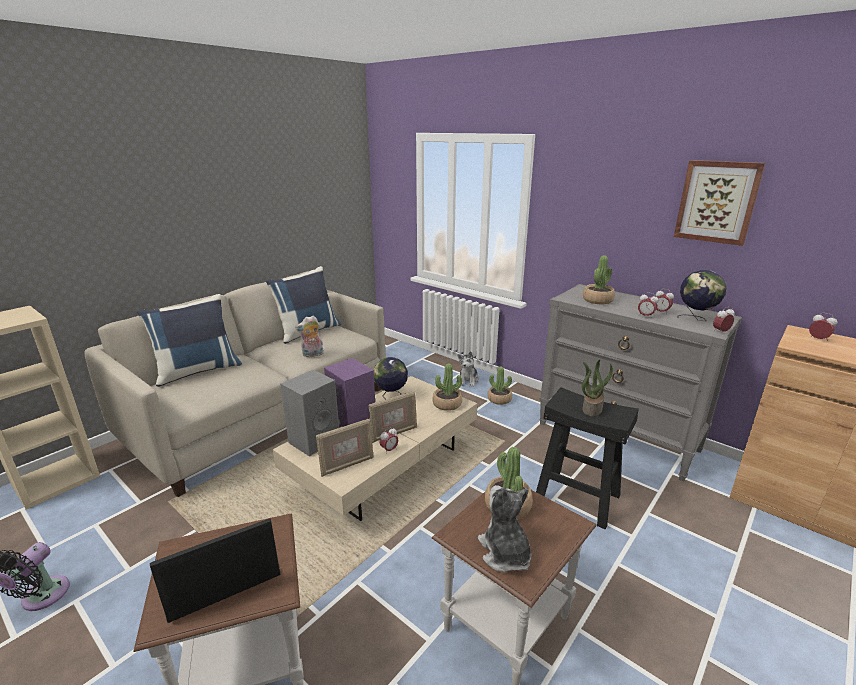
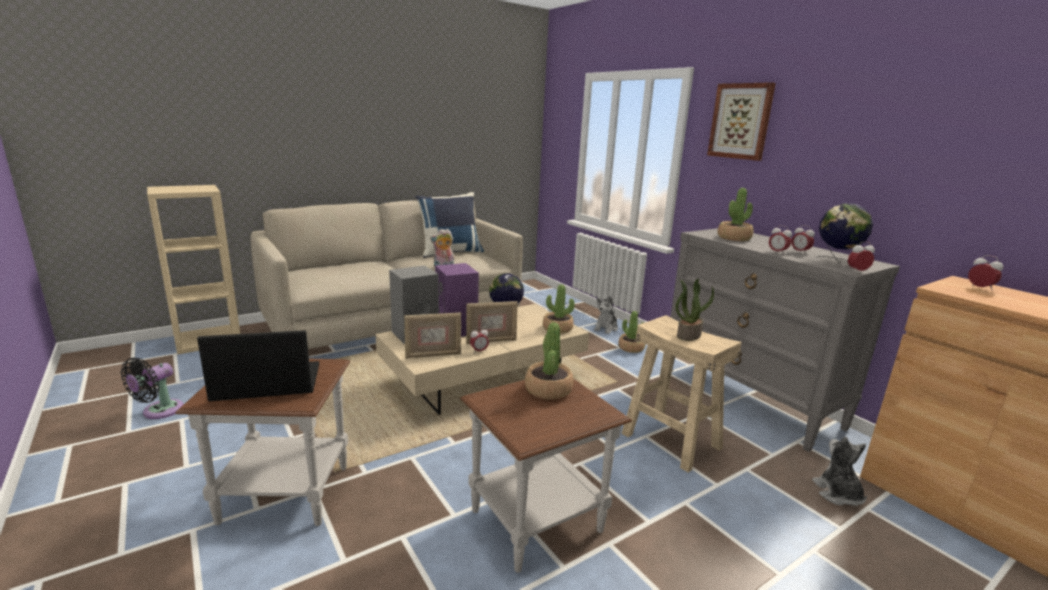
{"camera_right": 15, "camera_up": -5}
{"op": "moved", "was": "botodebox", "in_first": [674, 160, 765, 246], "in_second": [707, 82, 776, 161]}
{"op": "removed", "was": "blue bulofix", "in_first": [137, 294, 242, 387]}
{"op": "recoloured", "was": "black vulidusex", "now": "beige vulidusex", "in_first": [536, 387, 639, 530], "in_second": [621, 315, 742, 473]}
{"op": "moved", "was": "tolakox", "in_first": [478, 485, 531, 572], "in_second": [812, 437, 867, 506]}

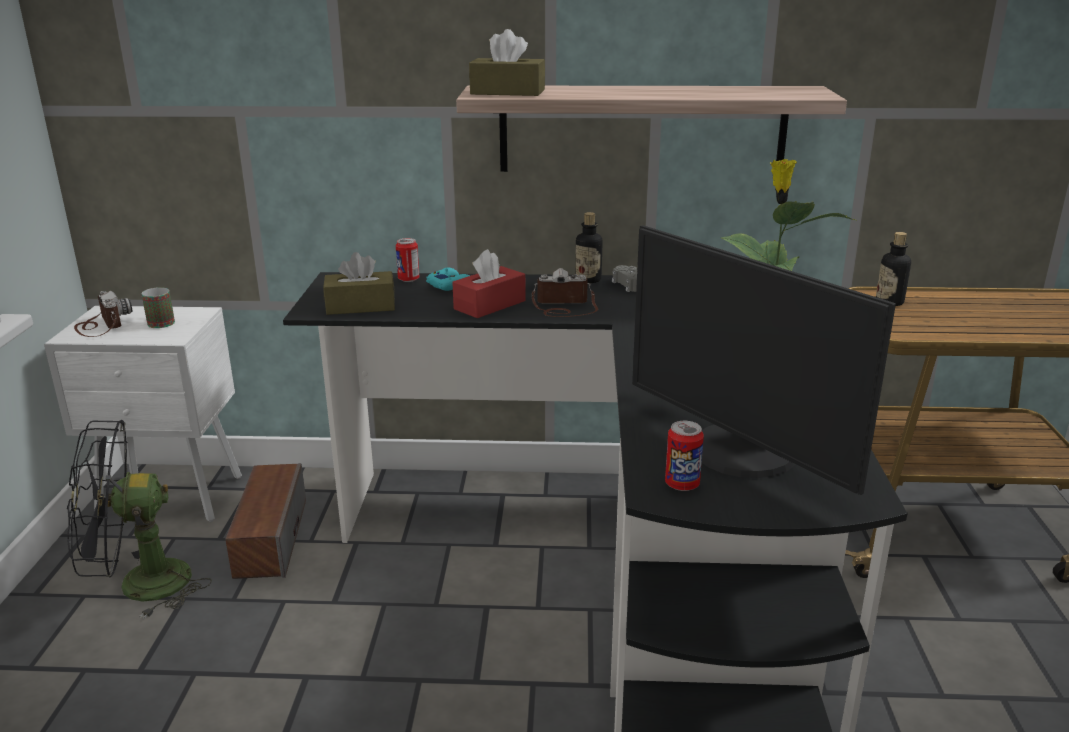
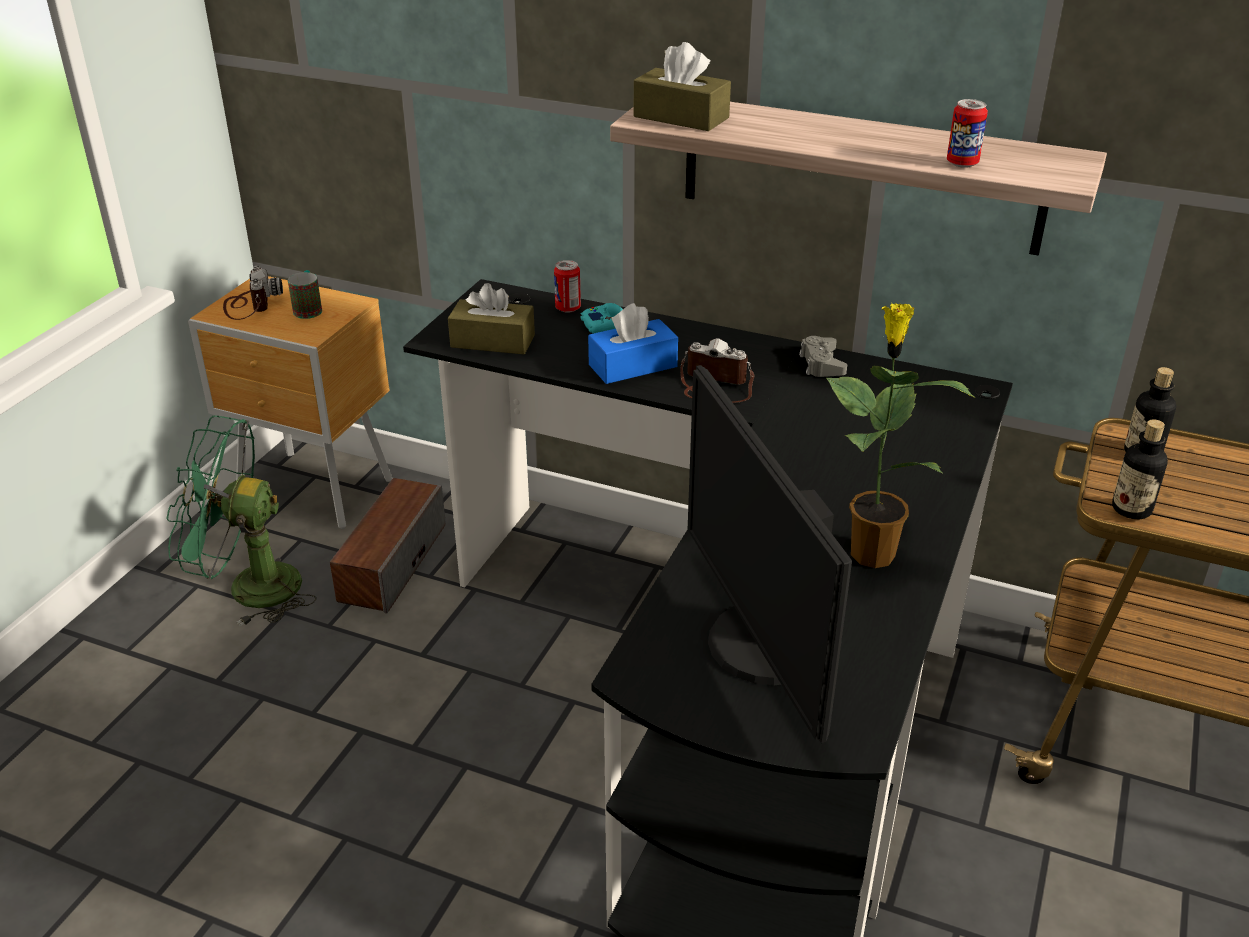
{"camera_right": 20, "camera_up": 10}
{"op": "moved", "was": "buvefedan", "in_first": [575, 212, 602, 283], "in_second": [1112, 419, 1168, 519]}
{"op": "recoloured", "was": "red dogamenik", "now": "blue dogamenik", "in_first": [452, 249, 526, 318], "in_second": [588, 303, 678, 384]}
{"op": "recoloured", "was": "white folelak", "now": "brown folelak", "in_first": [44, 306, 242, 522], "in_second": [188, 276, 392, 529]}
{"op": "recoloured", "was": "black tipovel", "now": "green tipovel", "in_first": [67, 420, 212, 619], "in_second": [166, 415, 317, 626]}
{"op": "moved", "was": "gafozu", "in_first": [665, 421, 704, 491], "in_second": [947, 99, 988, 168]}

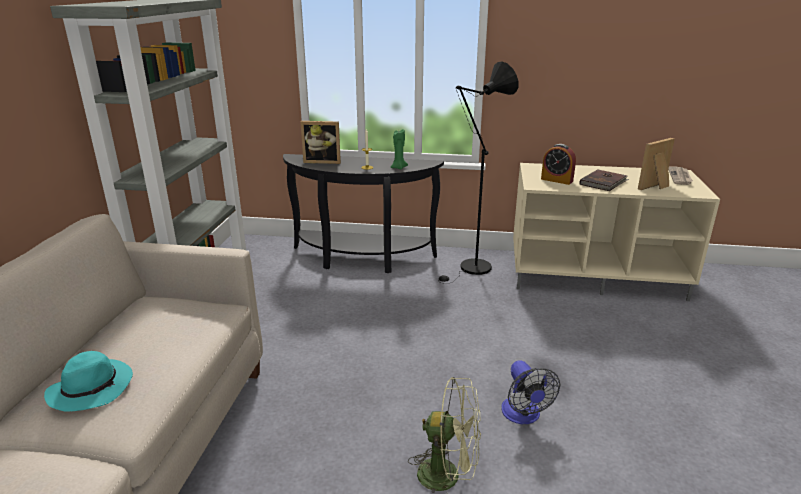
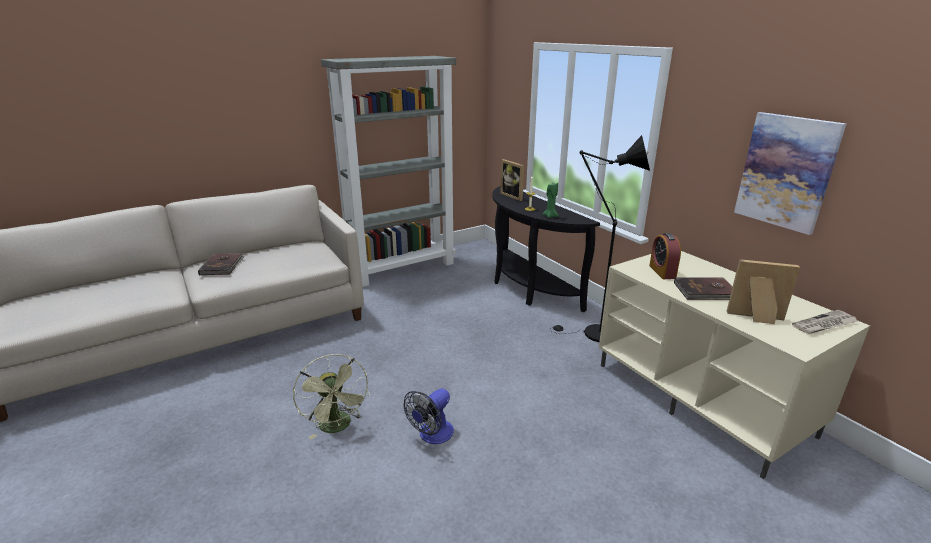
{"camera_right": 50, "camera_up": 0}
{"op": "replaced", "was": "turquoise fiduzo", "now": "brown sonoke", "in_first": [44, 351, 133, 412], "in_second": [198, 253, 245, 276]}
{"op": "added", "now": "botodebox", "in_second": [734, 112, 846, 235]}

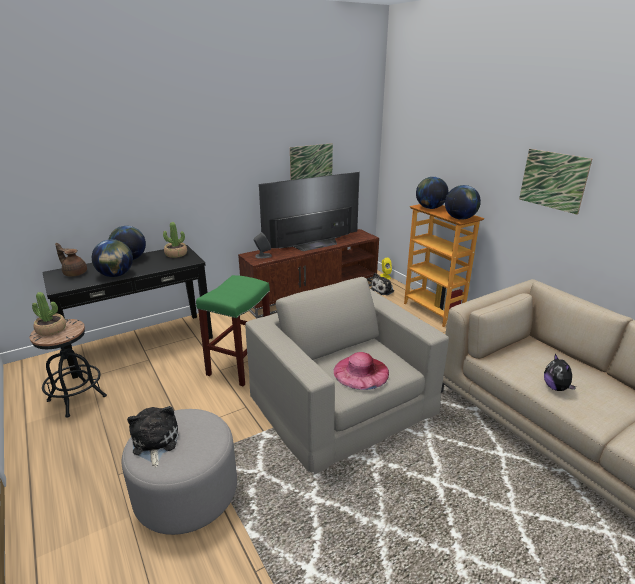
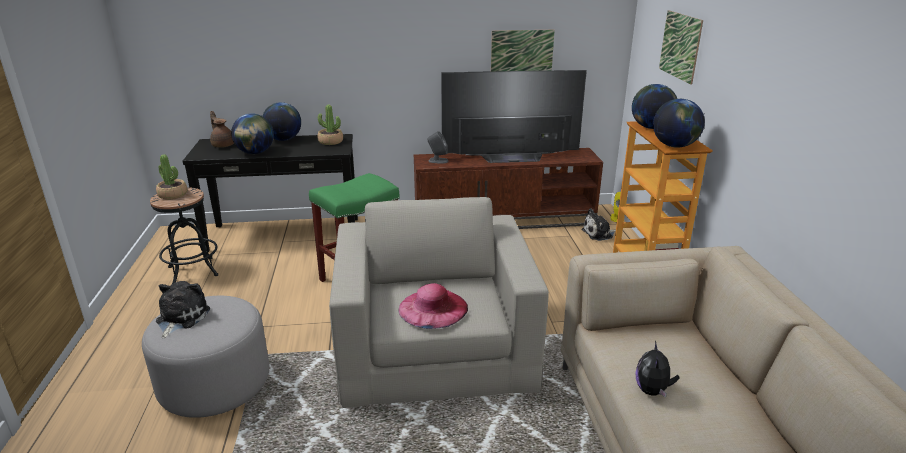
{"camera_right": 25, "camera_up": 0}
{"op": "moved", "was": "botodebox", "in_first": [519, 149, 592, 215], "in_second": [659, 10, 703, 84]}

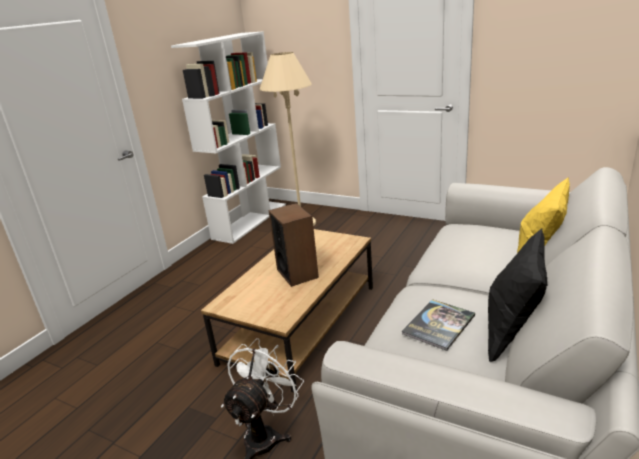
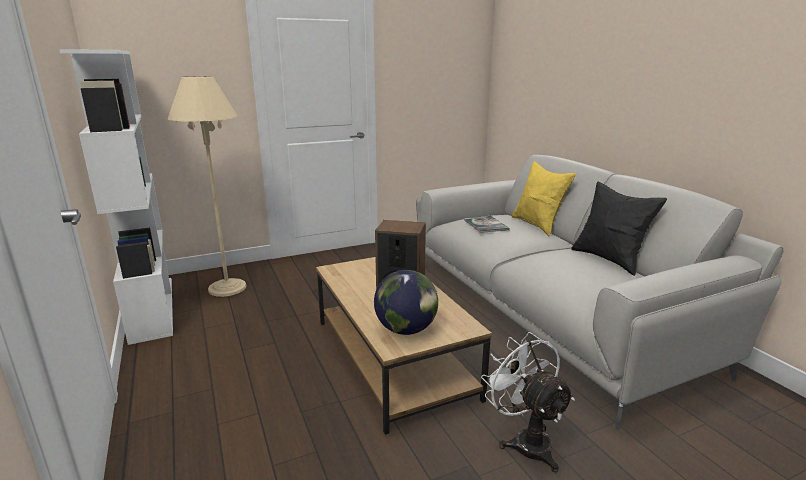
{"camera_right": -55, "camera_up": -5}
{"op": "moved", "was": "sonoke", "in_first": [402, 299, 475, 351], "in_second": [464, 216, 510, 233]}
{"op": "added", "now": "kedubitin", "in_second": [374, 270, 438, 335]}

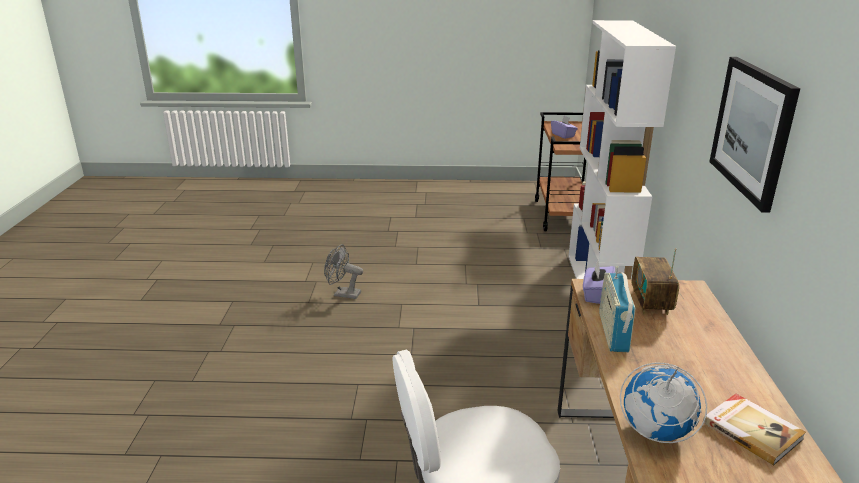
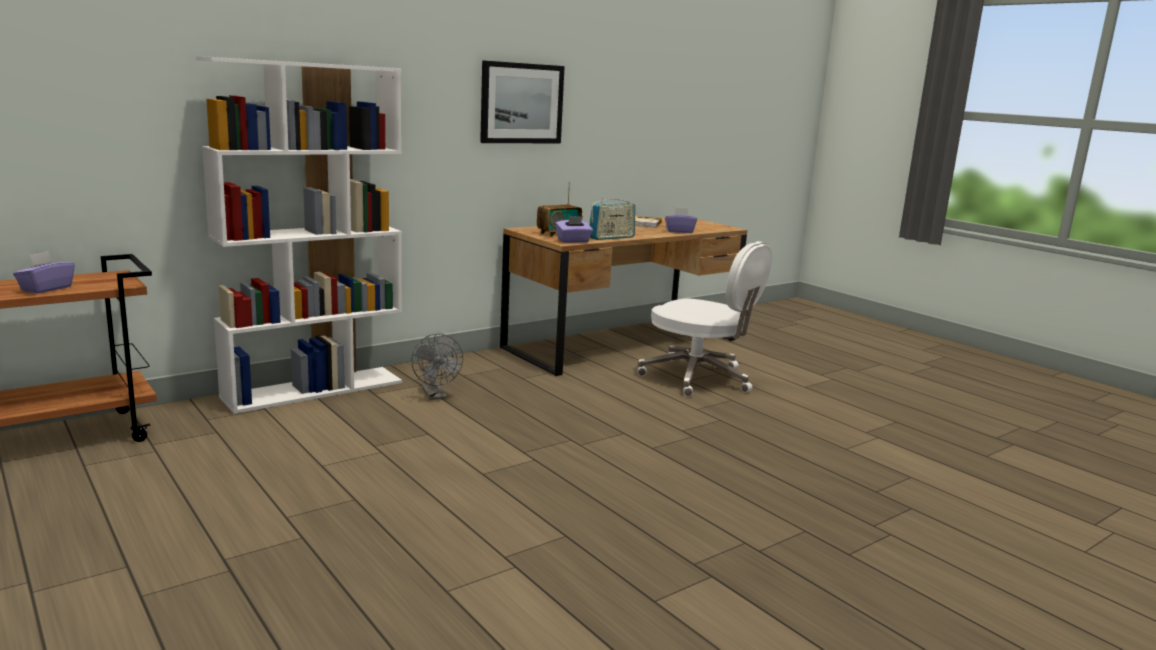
{"camera_right": -130, "camera_up": -10}
{"op": "moved", "was": "grey tipovel", "in_first": [324, 244, 363, 299], "in_second": [411, 333, 463, 400]}
{"op": "replaced", "was": "kedubitin", "now": "purple dogamenik", "in_first": [620, 363, 707, 443], "in_second": [665, 207, 697, 233]}

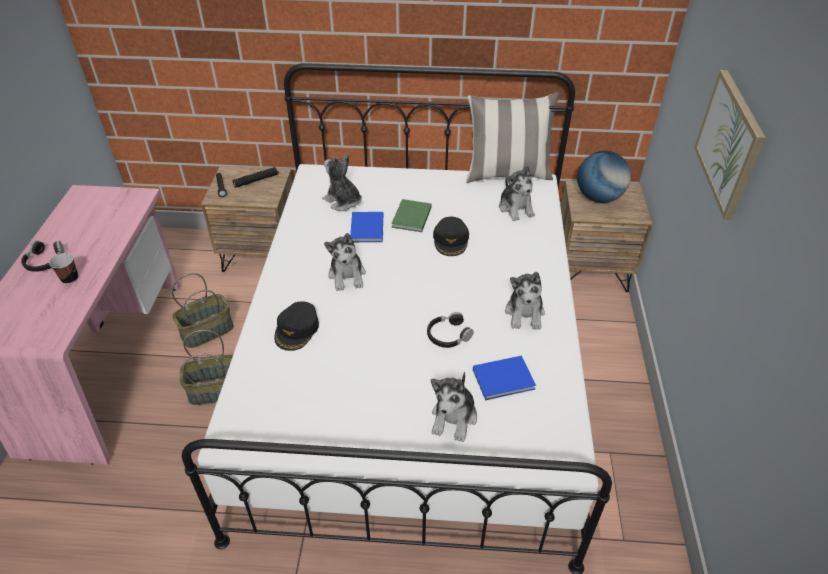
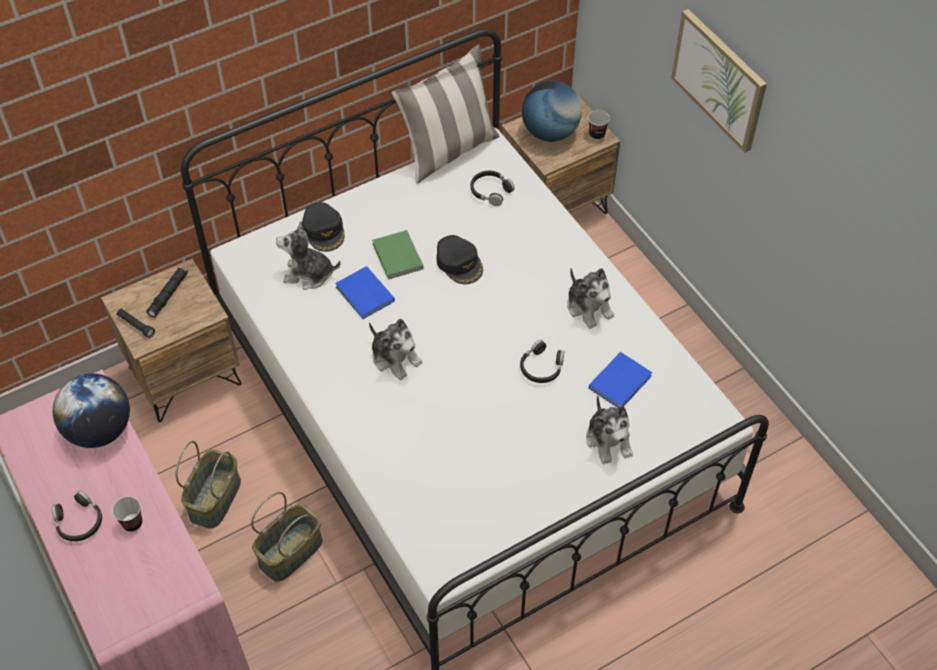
{"camera_right": -35, "camera_up": 10}
{"op": "replaced", "was": "tolakox", "now": "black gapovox", "in_first": [499, 166, 535, 221], "in_second": [470, 171, 515, 206]}
{"op": "moved", "was": "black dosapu", "in_first": [274, 301, 319, 351], "in_second": [302, 202, 344, 252]}
{"op": "added", "now": "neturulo", "in_second": [588, 110, 610, 140]}
{"op": "added", "now": "kedubitin", "in_second": [53, 373, 130, 448]}

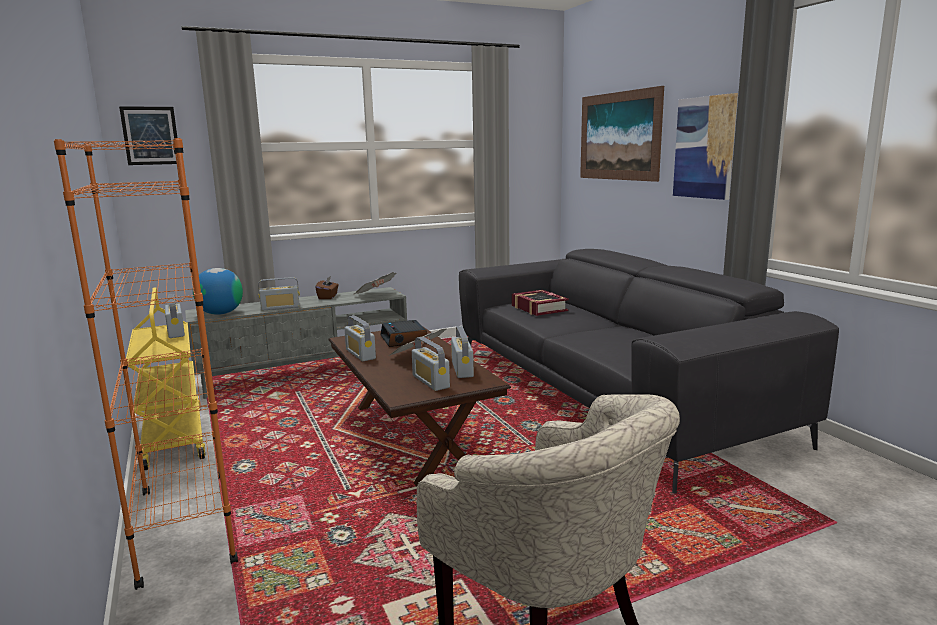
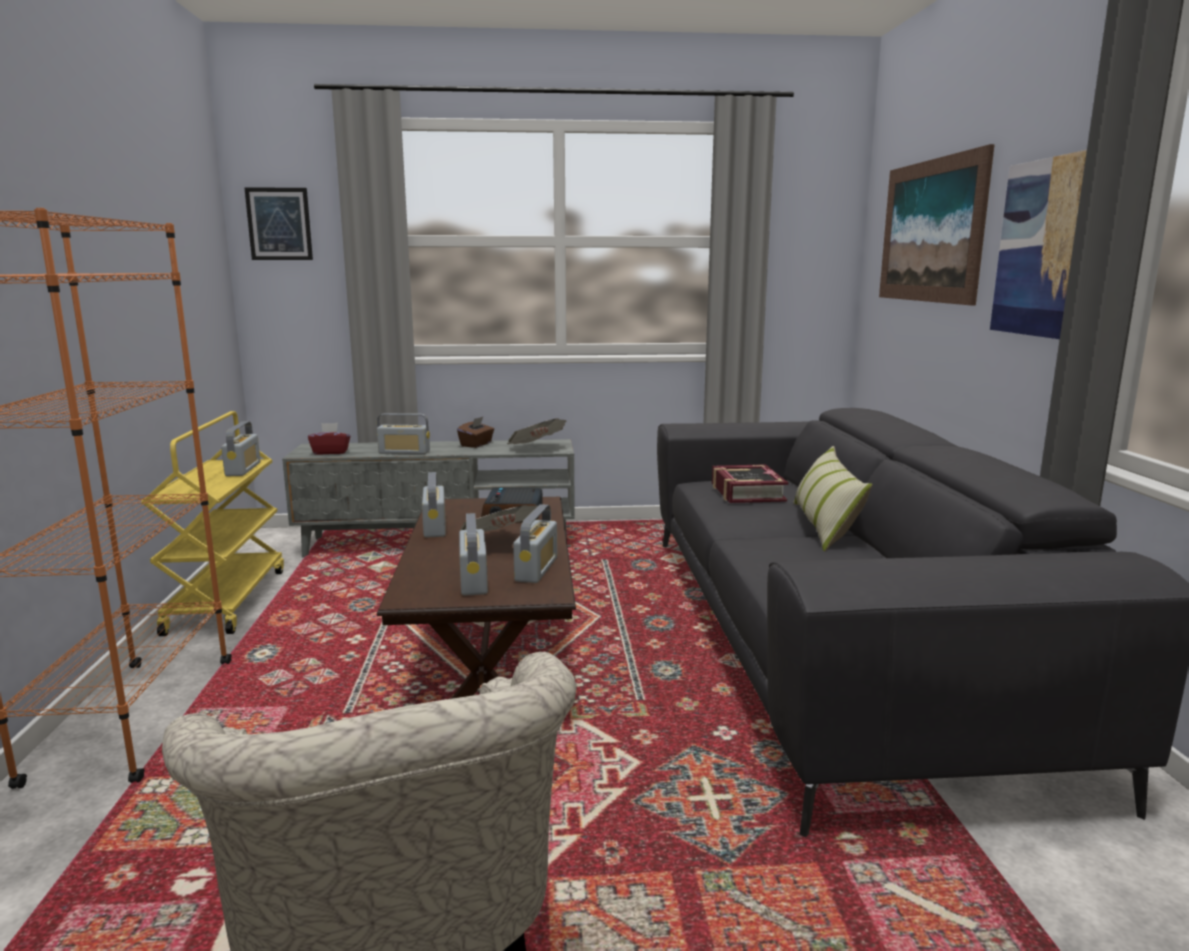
{"camera_right": 20, "camera_up": 0}
{"op": "replaced", "was": "kedubitin", "now": "red dogamenik", "in_first": [193, 268, 243, 315], "in_second": [308, 423, 350, 455]}
{"op": "added", "now": "bulofix", "in_second": [793, 446, 873, 551]}

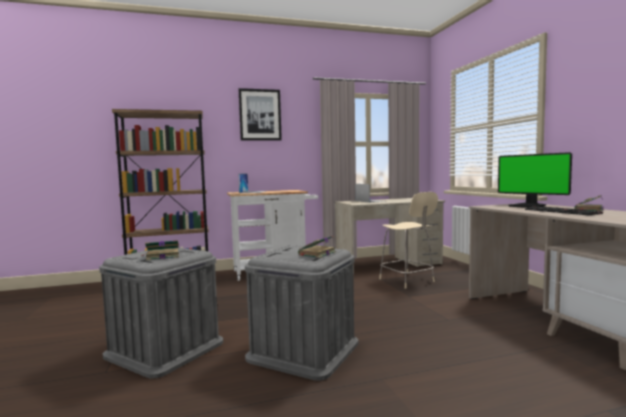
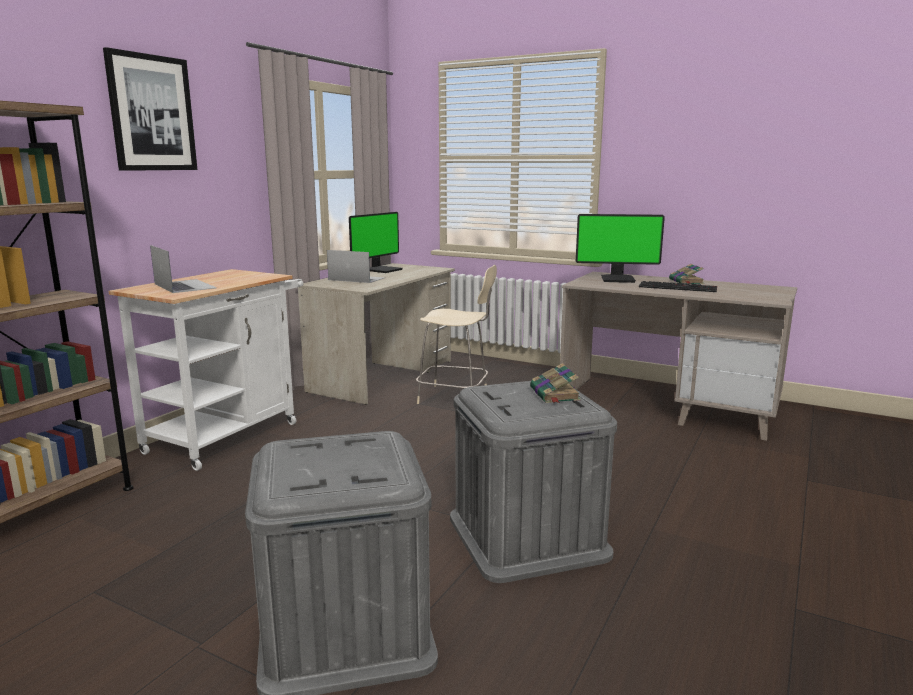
{"camera_right": -45, "camera_up": 10}
{"op": "removed", "was": "sonoke", "in_first": [141, 240, 179, 260]}
{"op": "added", "now": "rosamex", "in_second": [349, 212, 403, 273]}

